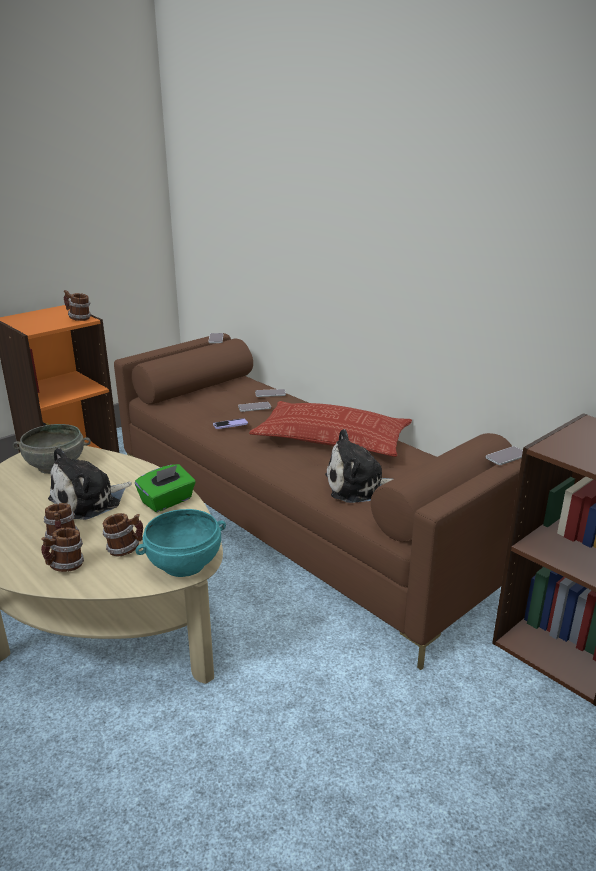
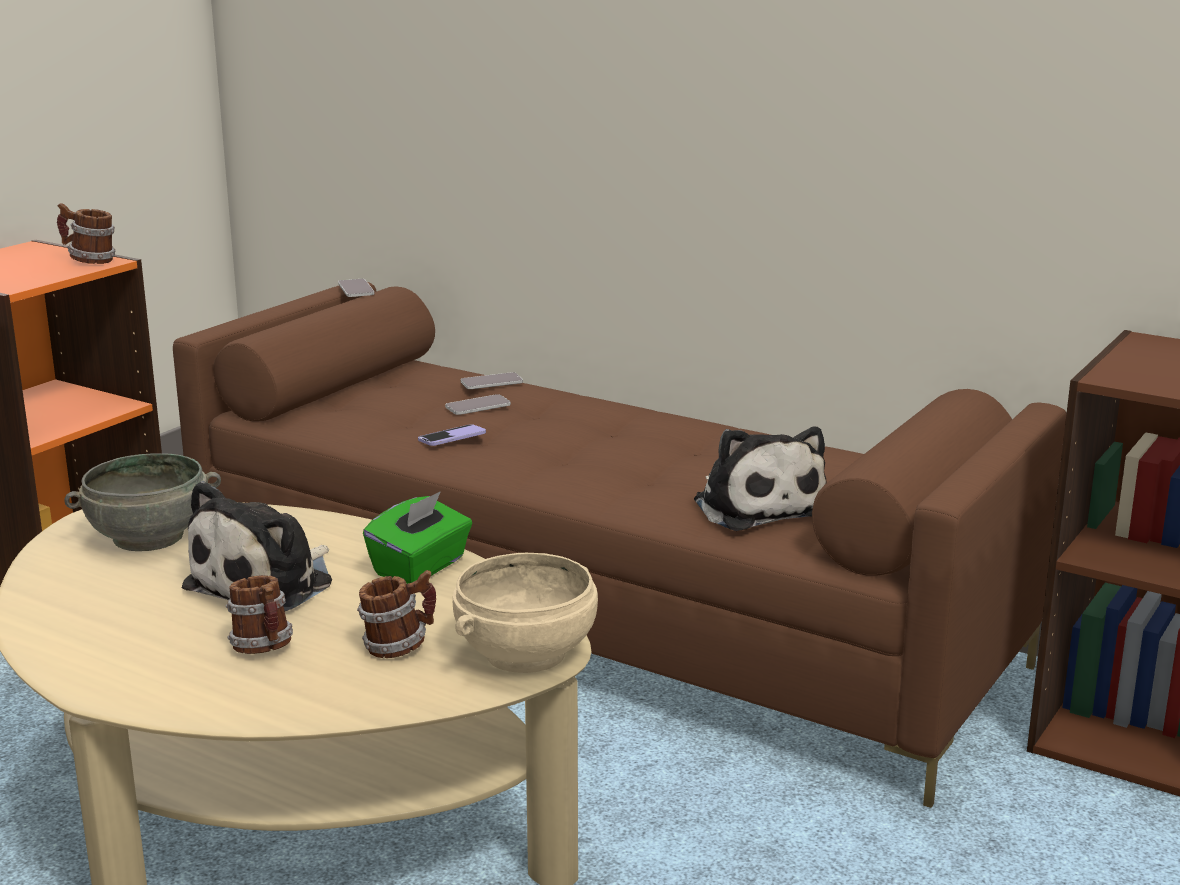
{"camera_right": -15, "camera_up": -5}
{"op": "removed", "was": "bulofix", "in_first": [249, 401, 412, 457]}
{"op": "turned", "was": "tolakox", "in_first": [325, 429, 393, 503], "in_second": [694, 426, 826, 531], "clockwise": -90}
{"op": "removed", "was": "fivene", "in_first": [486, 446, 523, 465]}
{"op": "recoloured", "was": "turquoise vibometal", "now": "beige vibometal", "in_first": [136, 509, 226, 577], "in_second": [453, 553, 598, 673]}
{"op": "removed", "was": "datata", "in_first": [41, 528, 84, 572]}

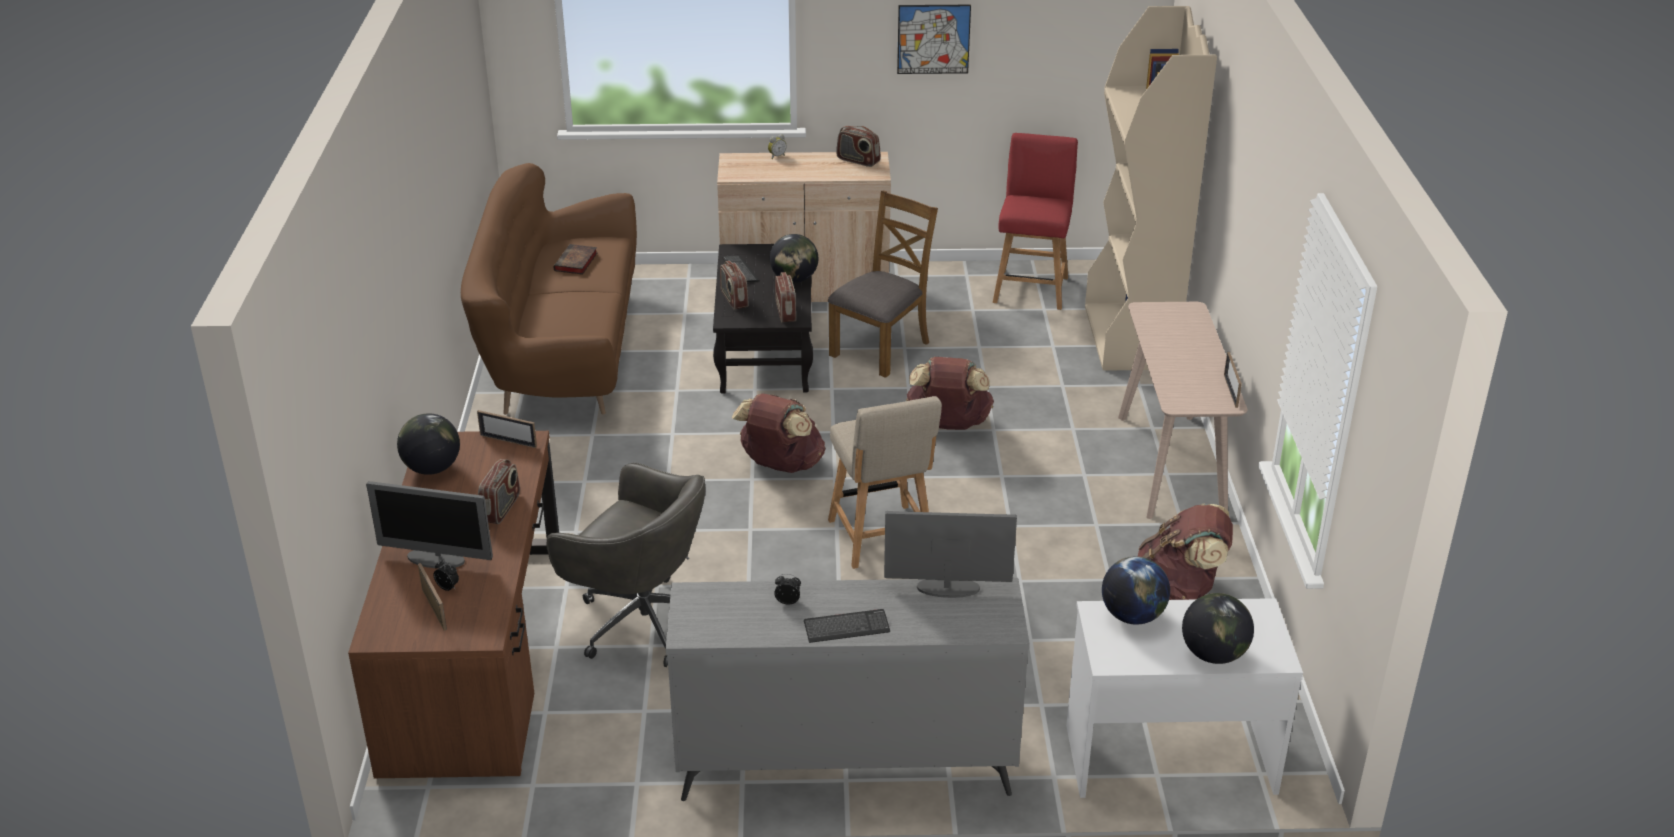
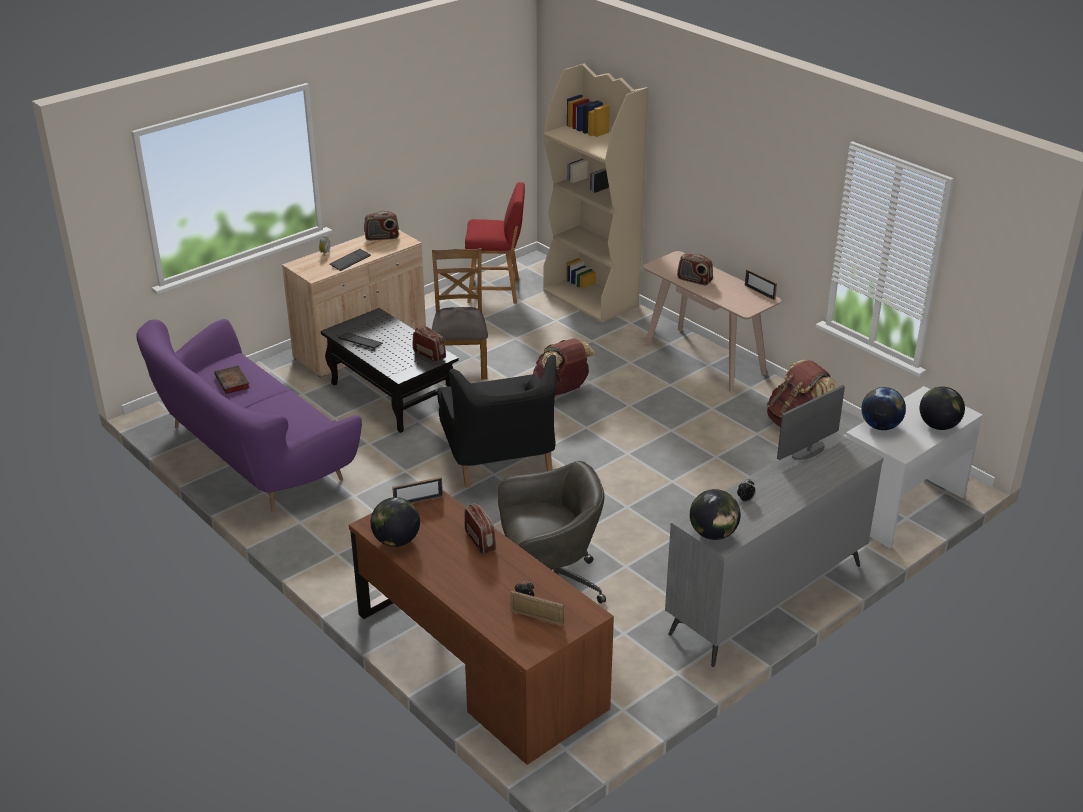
{"camera_right": -40, "camera_up": 0}
{"op": "removed", "was": "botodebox", "in_first": [897, 5, 971, 74]}
{"op": "turned", "was": "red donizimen", "in_first": [993, 133, 1078, 310], "in_second": [465, 182, 525, 304], "clockwise": 120}
{"op": "recoloured", "was": "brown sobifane", "now": "purple sobifane", "in_first": [461, 163, 637, 415], "in_second": [136, 319, 362, 512]}
{"op": "moved", "was": "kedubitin", "in_first": [770, 234, 818, 283], "in_second": [690, 489, 741, 540]}
{"op": "moved", "was": "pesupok", "in_first": [720, 261, 748, 310], "in_second": [677, 254, 713, 285]}
{"op": "replaced", "was": "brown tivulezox", "now": "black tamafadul", "in_first": [732, 393, 825, 473], "in_second": [437, 354, 557, 488]}
{"op": "removed", "was": "beige donizimen", "in_first": [828, 396, 942, 569]}
{"op": "removed", "was": "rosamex", "in_first": [366, 481, 493, 569]}
{"op": "moved", "was": "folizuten", "in_first": [804, 609, 890, 643], "in_second": [330, 249, 371, 271]}

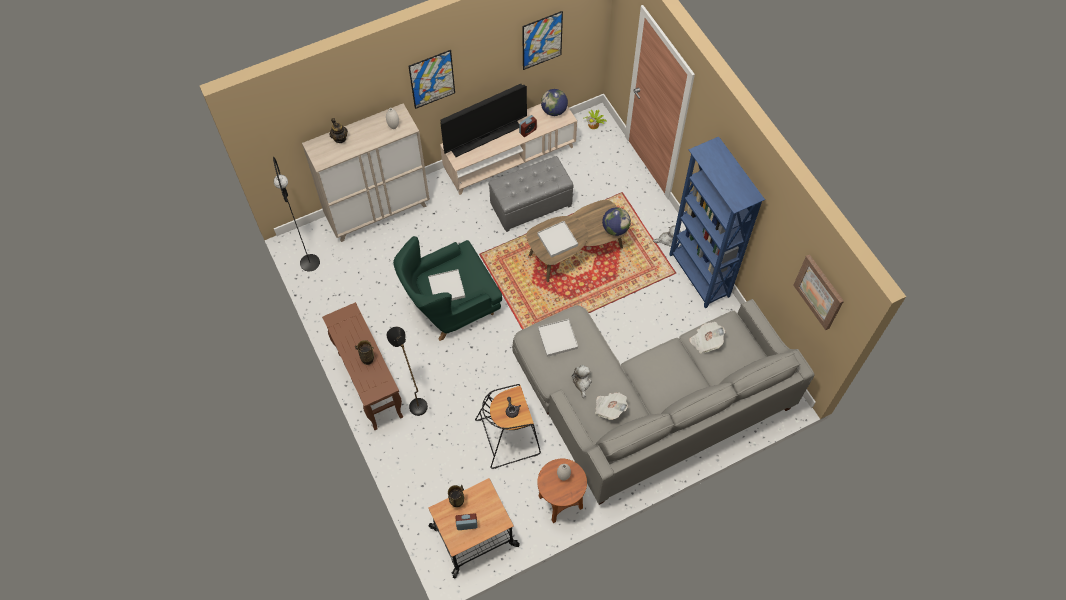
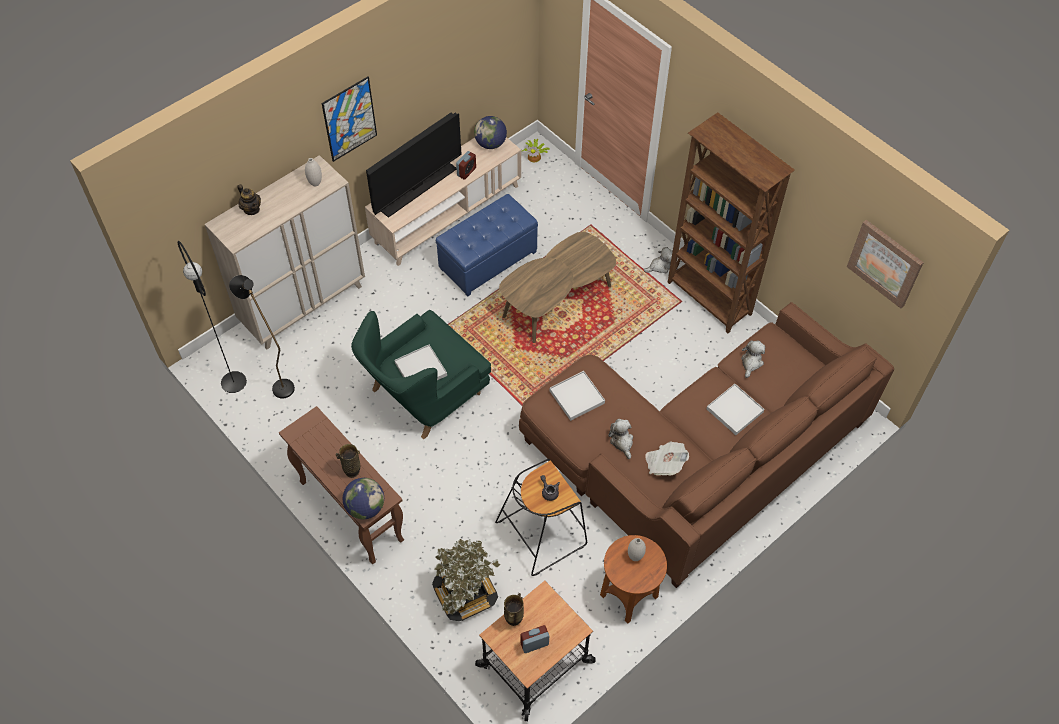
{"camera_right": -15, "camera_up": -5}
{"op": "removed", "was": "botodebox", "in_first": [522, 11, 563, 70]}
{"op": "recoloured", "was": "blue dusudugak", "now": "brown dusudugak", "in_first": [669, 137, 765, 308], "in_second": [667, 112, 795, 333]}
{"op": "recoloured", "was": "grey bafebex", "now": "blue bafebex", "in_first": [489, 156, 574, 232], "in_second": [436, 194, 538, 296]}
{"op": "moved", "was": "kedubitin", "in_first": [602, 207, 631, 236], "in_second": [343, 478, 384, 519]}
{"op": "moved", "was": "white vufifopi", "in_first": [537, 221, 578, 258], "in_second": [707, 384, 764, 435]}
{"op": "recoloured", "was": "grey sobifane", "now": "brown sobifane", "in_first": [512, 299, 814, 505], "in_second": [519, 302, 894, 588]}
{"op": "replaced", "was": "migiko", "now": "tolakox", "in_first": [689, 322, 725, 353], "in_second": [741, 340, 765, 378]}
{"op": "moved", "was": "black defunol", "in_first": [387, 326, 428, 416], "in_second": [229, 275, 295, 398]}
{"op": "added", "now": "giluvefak", "in_second": [432, 539, 500, 621]}

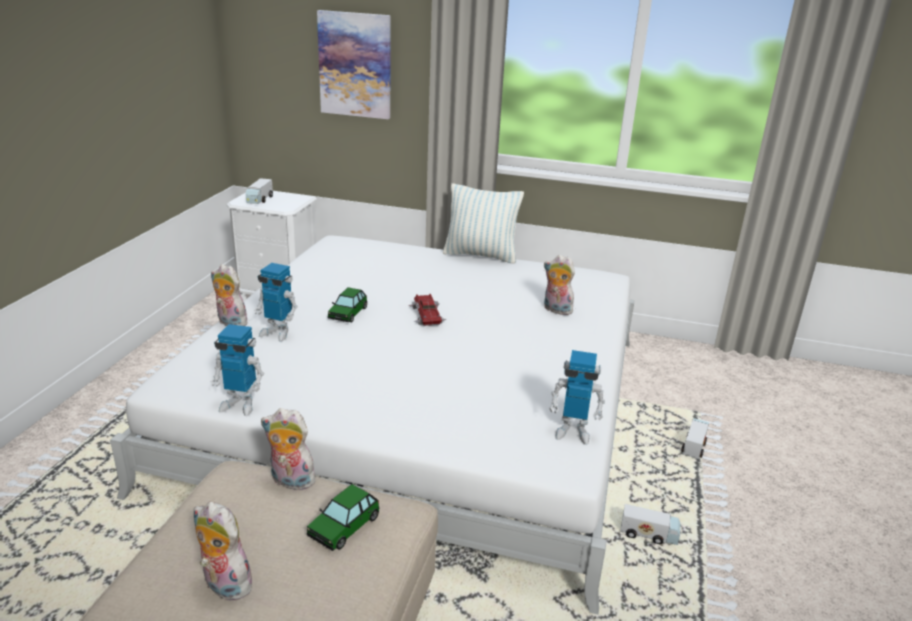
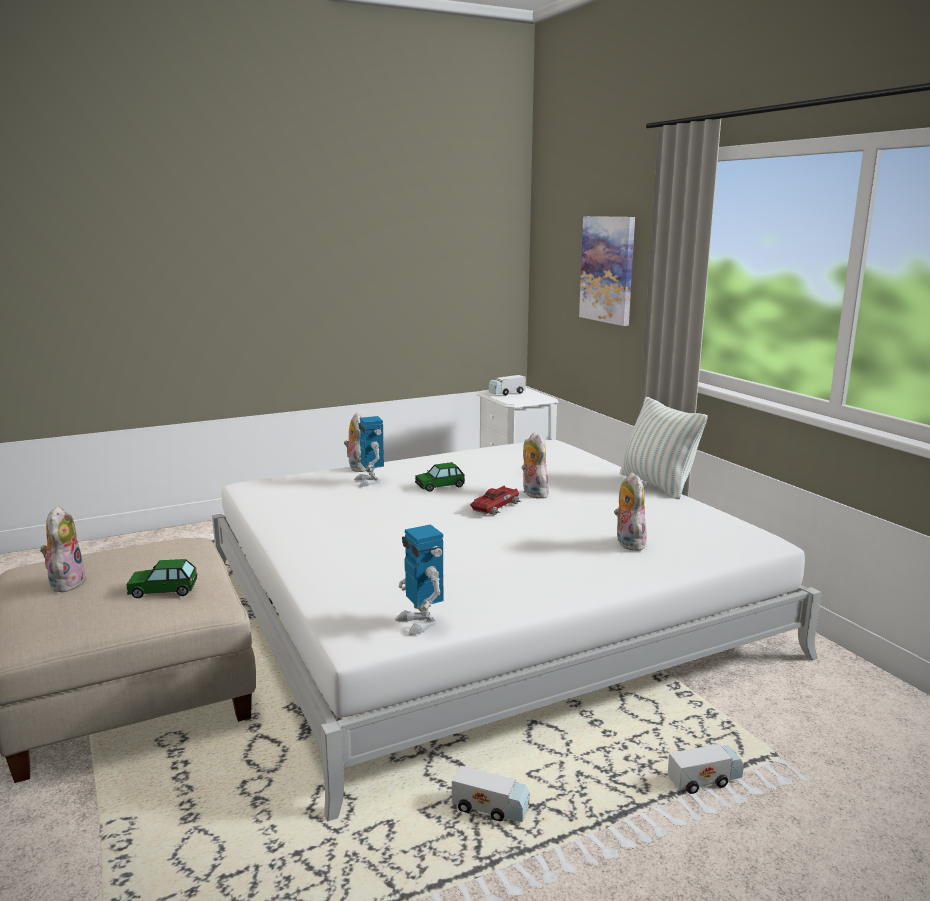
{"camera_right": 50, "camera_up": -10}
{"op": "removed", "was": "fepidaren", "in_first": [211, 324, 264, 416]}
{"op": "moved", "was": "tolakox", "in_first": [261, 408, 320, 490], "in_second": [521, 433, 549, 499]}
{"op": "turned", "was": "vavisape", "in_first": [620, 504, 681, 545], "in_second": [452, 766, 530, 822], "clockwise": -45}

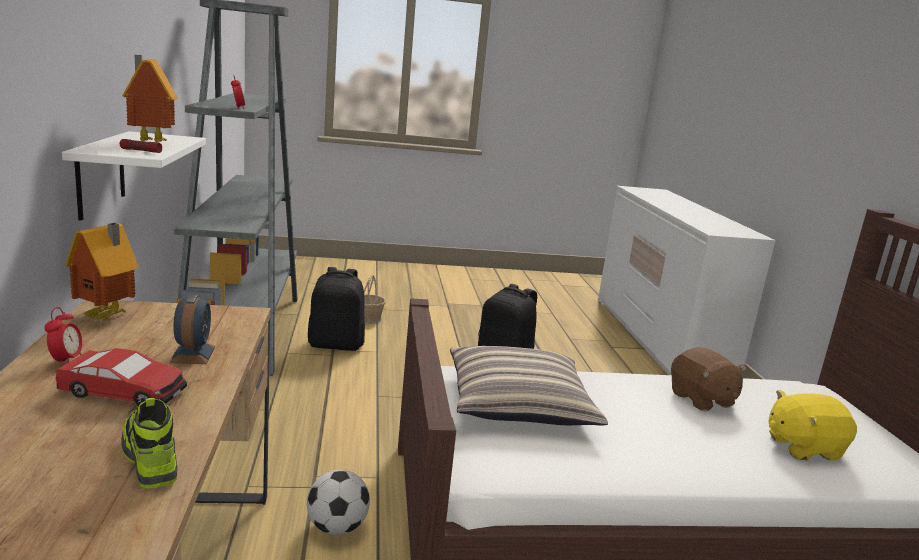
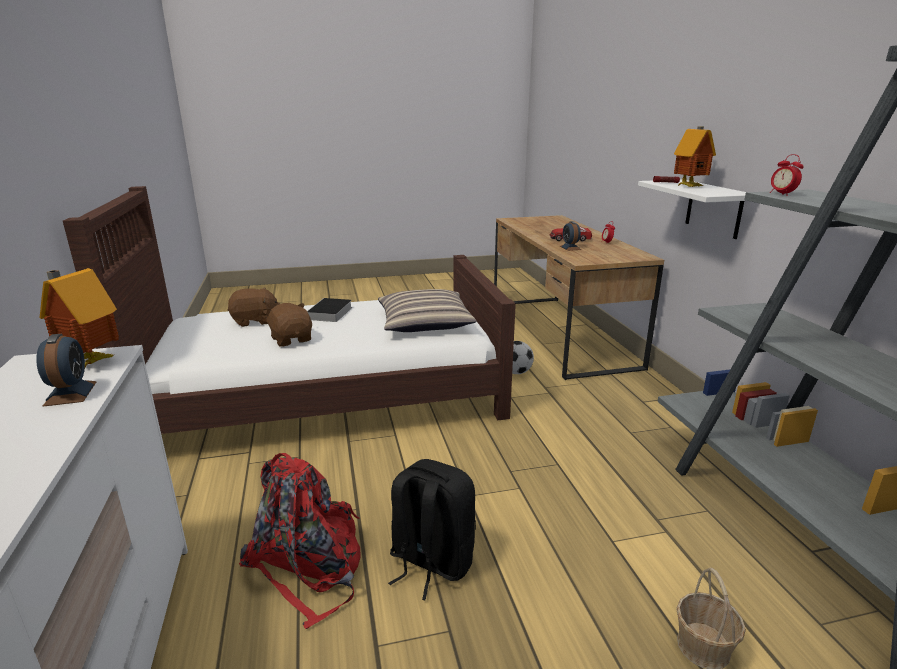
{"camera_right": 175, "camera_up": 5}
{"op": "moved", "was": "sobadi", "in_first": [65, 223, 139, 321], "in_second": [39, 268, 119, 367]}
{"op": "removed", "was": "black tivulezox", "in_first": [308, 267, 365, 351]}
{"op": "recoloured", "was": "yellow tolakox", "now": "brown tolakox", "in_first": [769, 390, 857, 461], "in_second": [228, 287, 280, 327]}
{"op": "removed", "was": "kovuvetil", "in_first": [121, 398, 178, 489]}
{"op": "added", "now": "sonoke", "in_second": [307, 298, 352, 322]}
{"op": "added", "now": "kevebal", "in_second": [36, 334, 96, 407]}
{"op": "added", "now": "red tivulezox", "in_second": [239, 453, 361, 629]}

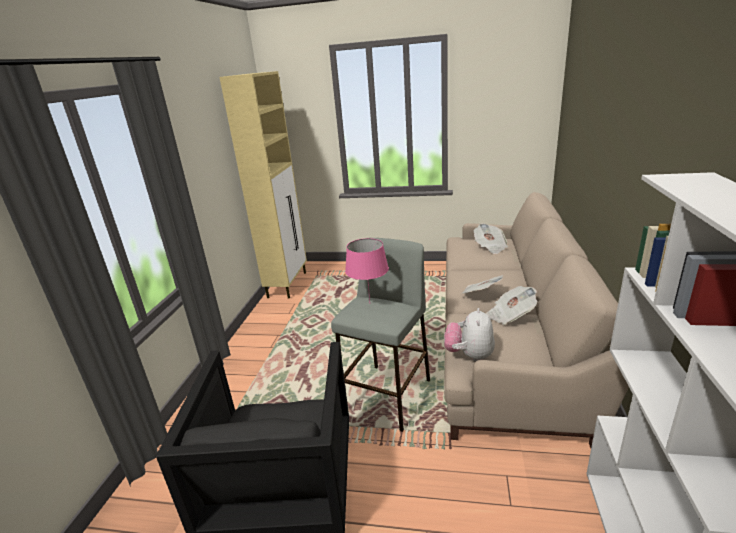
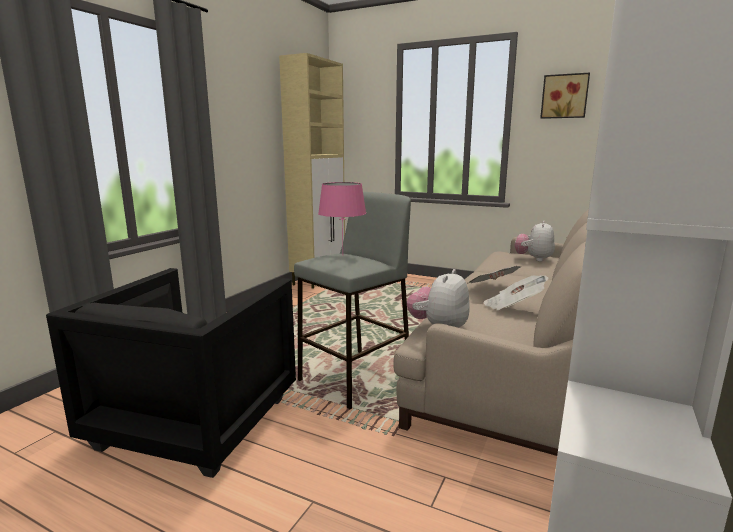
{"camera_right": 15, "camera_up": -10}
{"op": "replaced", "was": "migiko", "now": "tolakox", "in_first": [473, 223, 508, 254], "in_second": [515, 221, 555, 262]}
{"op": "added", "now": "botodebox", "in_second": [540, 72, 590, 119]}

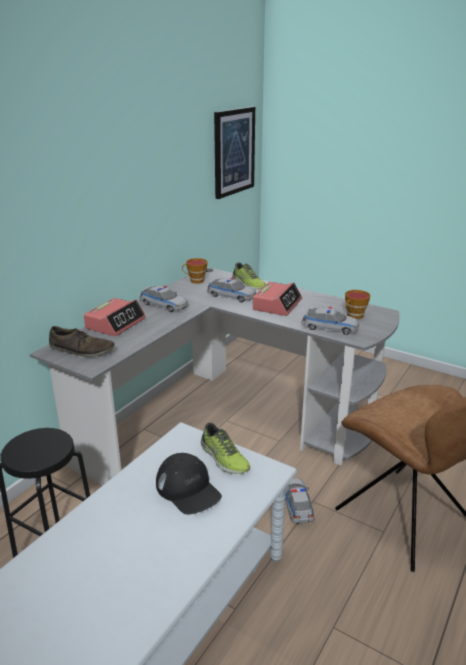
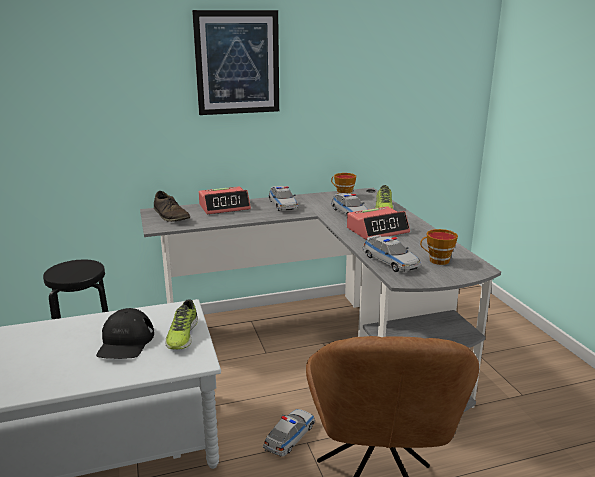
{"camera_right": 40, "camera_up": -5}
{"op": "moved", "was": "botodebox", "in_first": [214, 107, 255, 199], "in_second": [192, 10, 279, 115]}

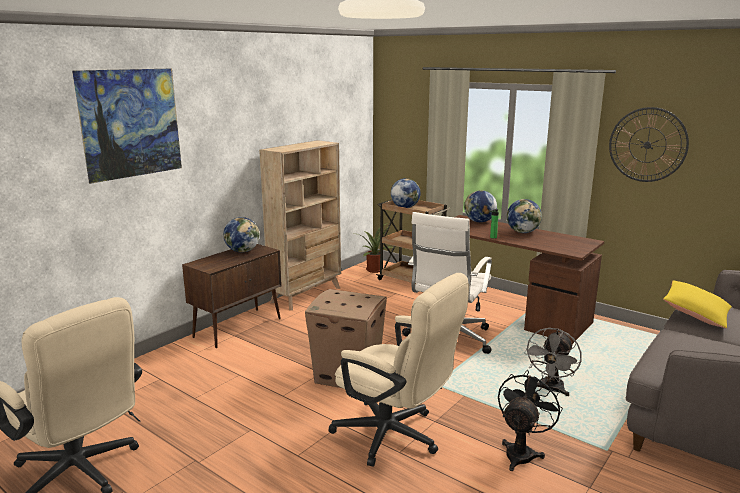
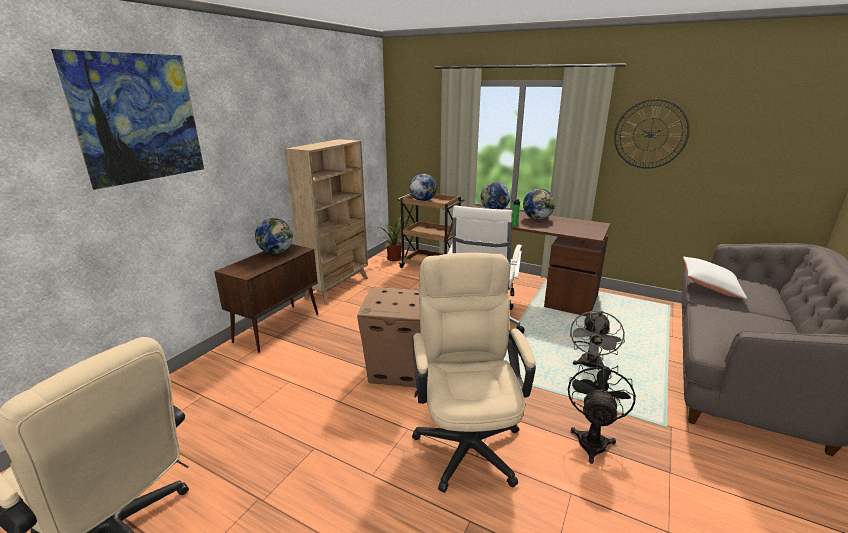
{"camera_right": -10, "camera_up": 5}
{"op": "turned", "was": "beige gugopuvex", "in_first": [329, 273, 469, 467], "in_second": [412, 253, 536, 493], "clockwise": -120}
{"op": "recoloured", "was": "yellow bulofix", "now": "white bulofix", "in_first": [663, 280, 732, 328], "in_second": [683, 257, 747, 299]}

